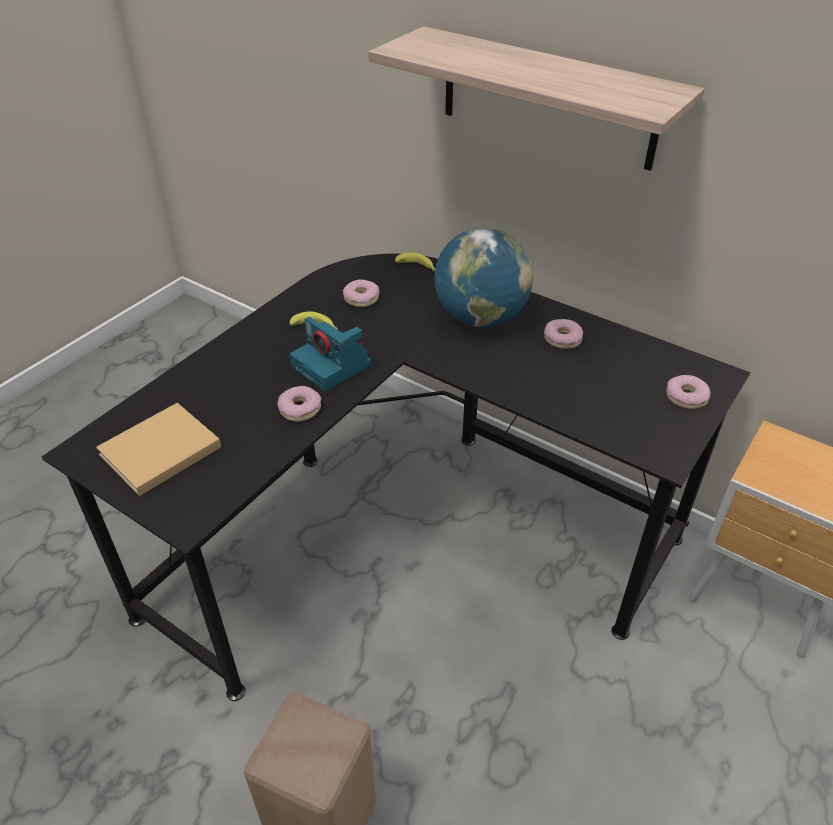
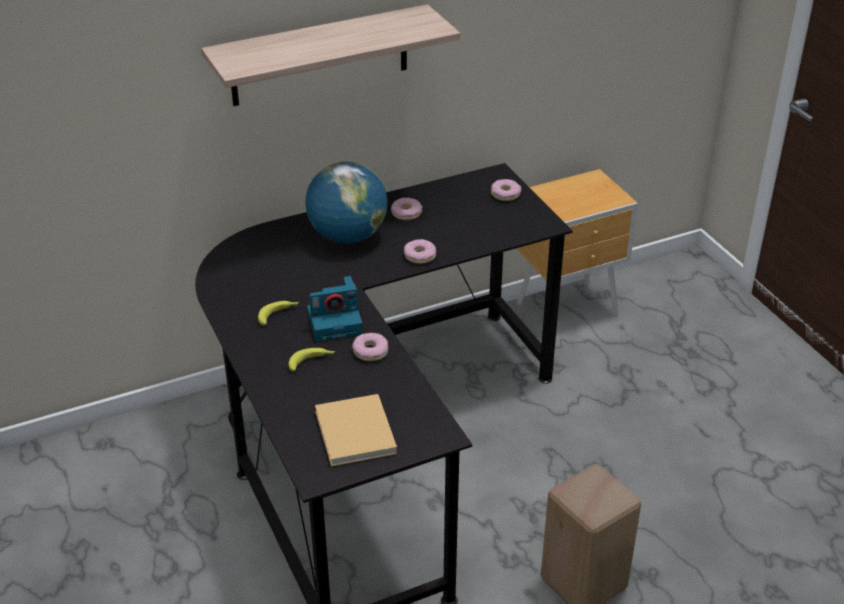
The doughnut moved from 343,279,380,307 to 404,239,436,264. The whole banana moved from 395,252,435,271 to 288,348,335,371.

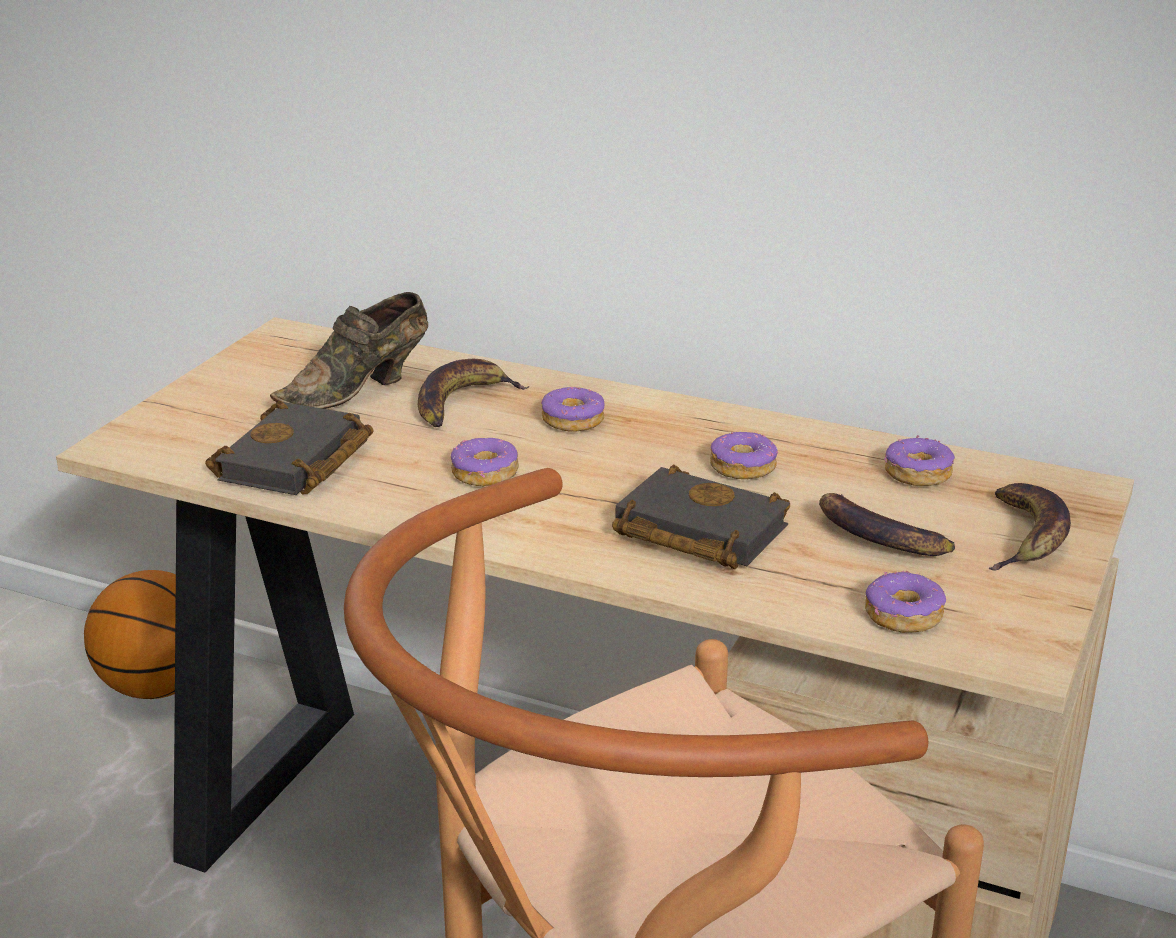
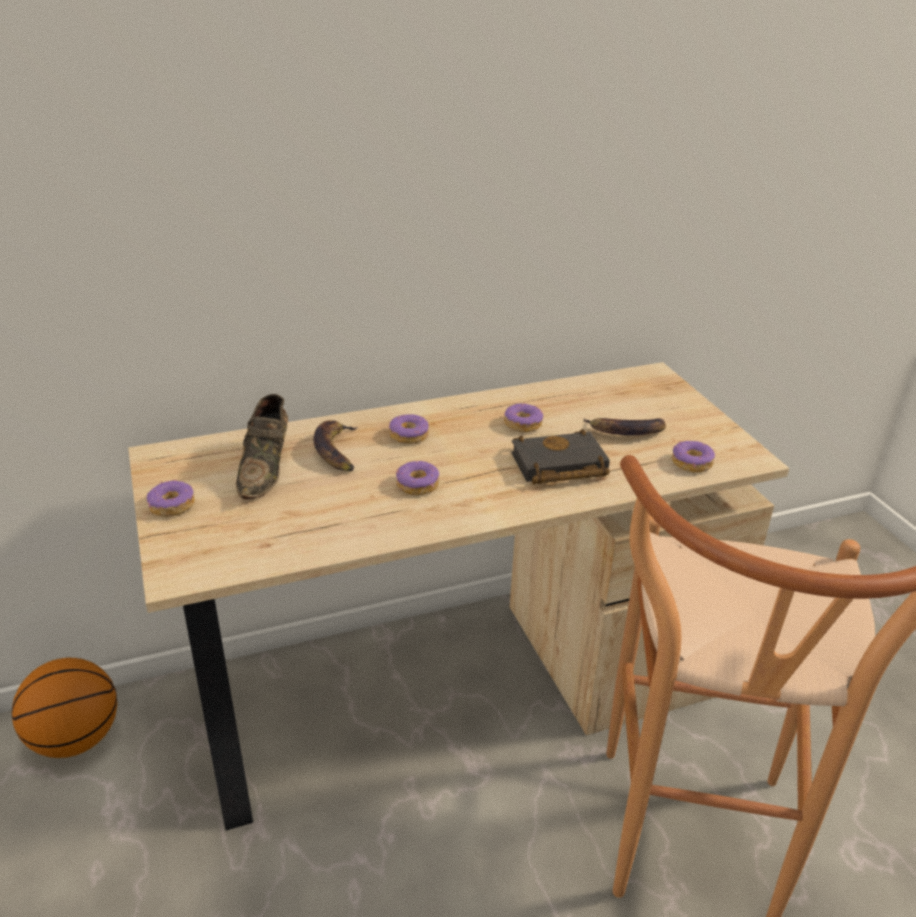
The black bound book at 205,401,374,495 disappeared. The whole banana at 989,483,1071,571 disappeared. The doughnut moved from 884,435,955,486 to 147,480,195,517.

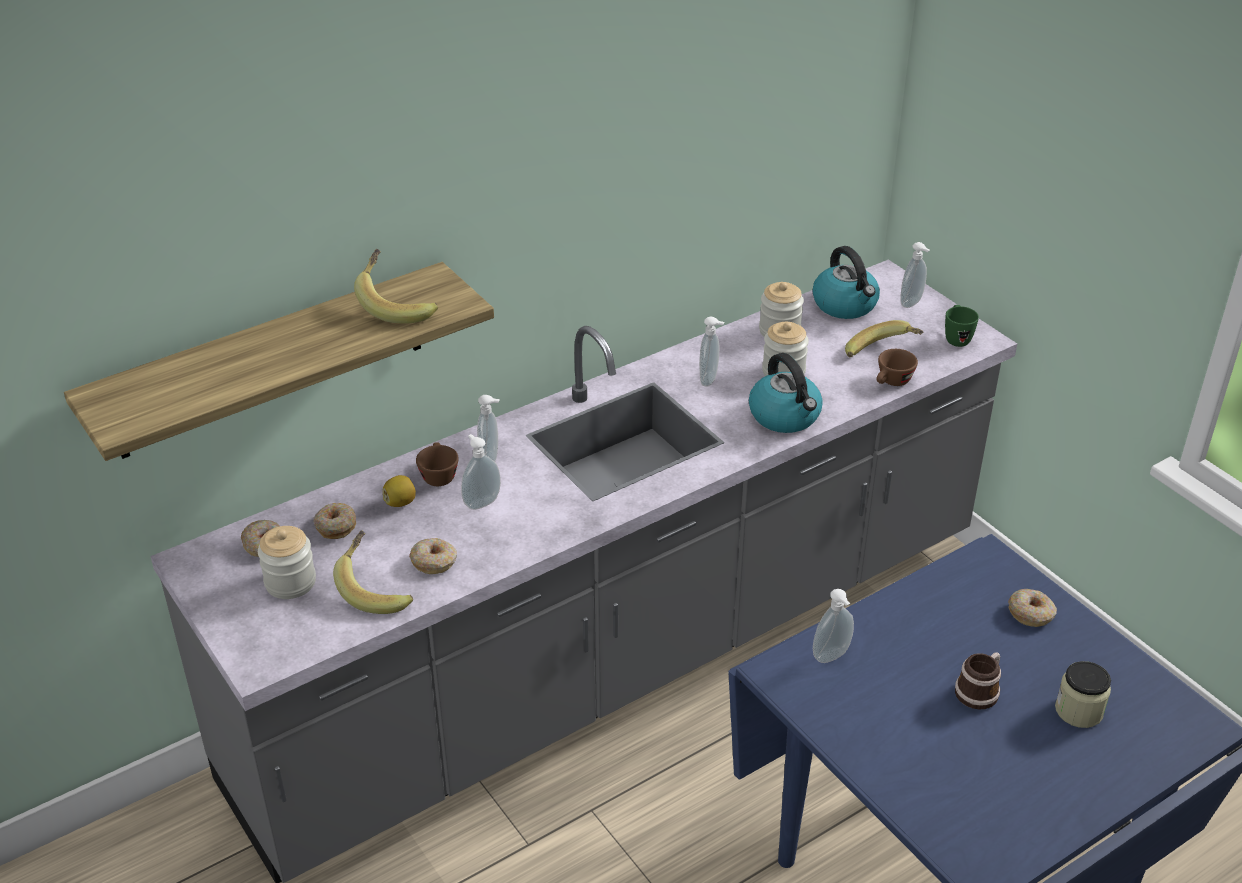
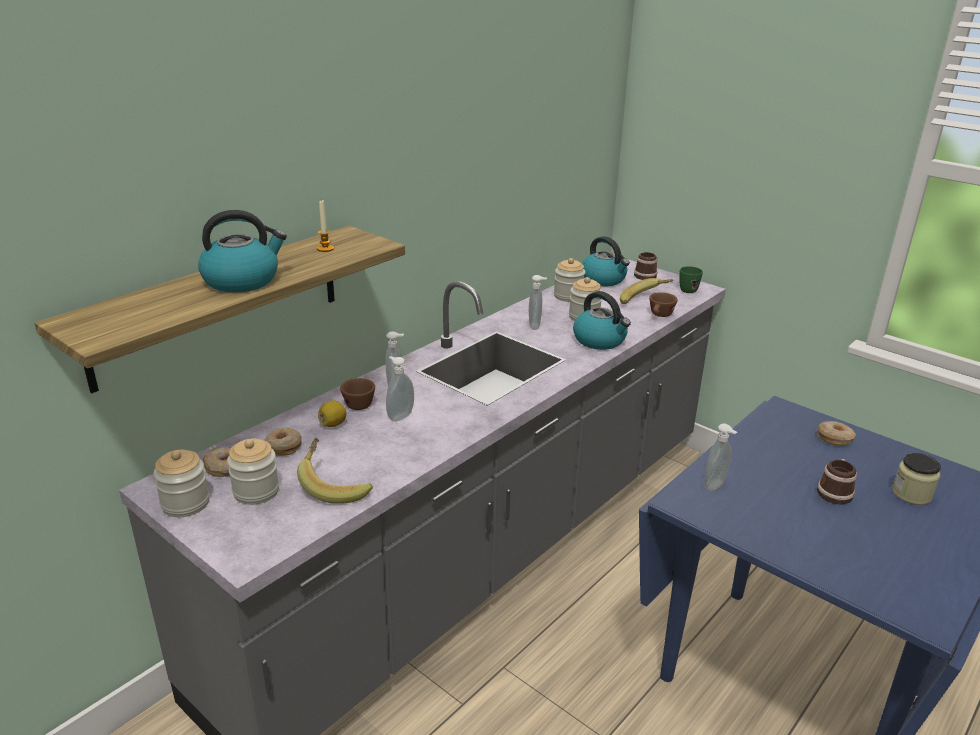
The doughnut at 409,538,457,574 disappeared. The storage jar at 153,450,209,517 appeared. The kettle at 198,210,287,292 appeared. The whole banana at 354,249,438,324 was replaced by the candle at 317,199,334,252. The soap bottle at 900,242,930,308 was replaced by the mug at 634,252,657,280.

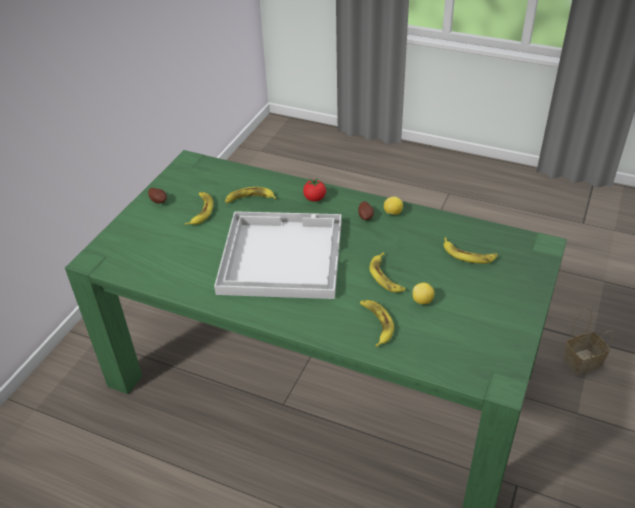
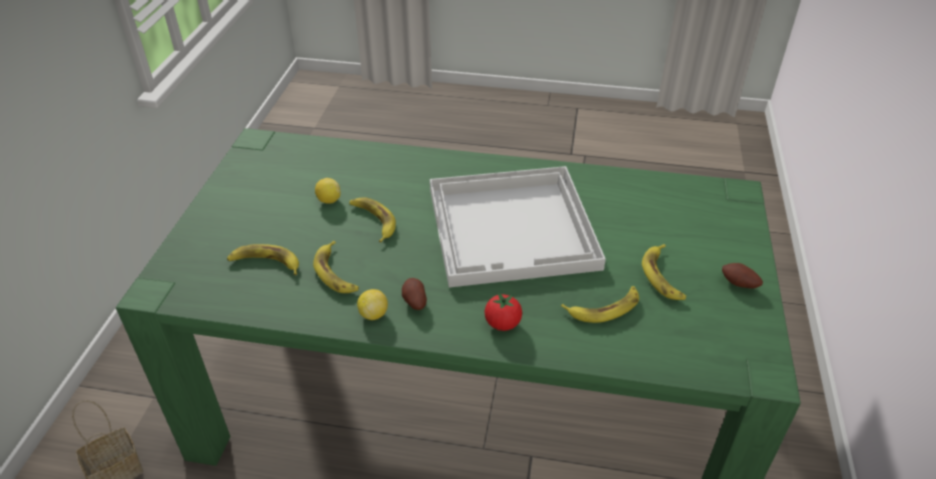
The whole banana moved from 360,300,394,347 to 313,241,359,293.

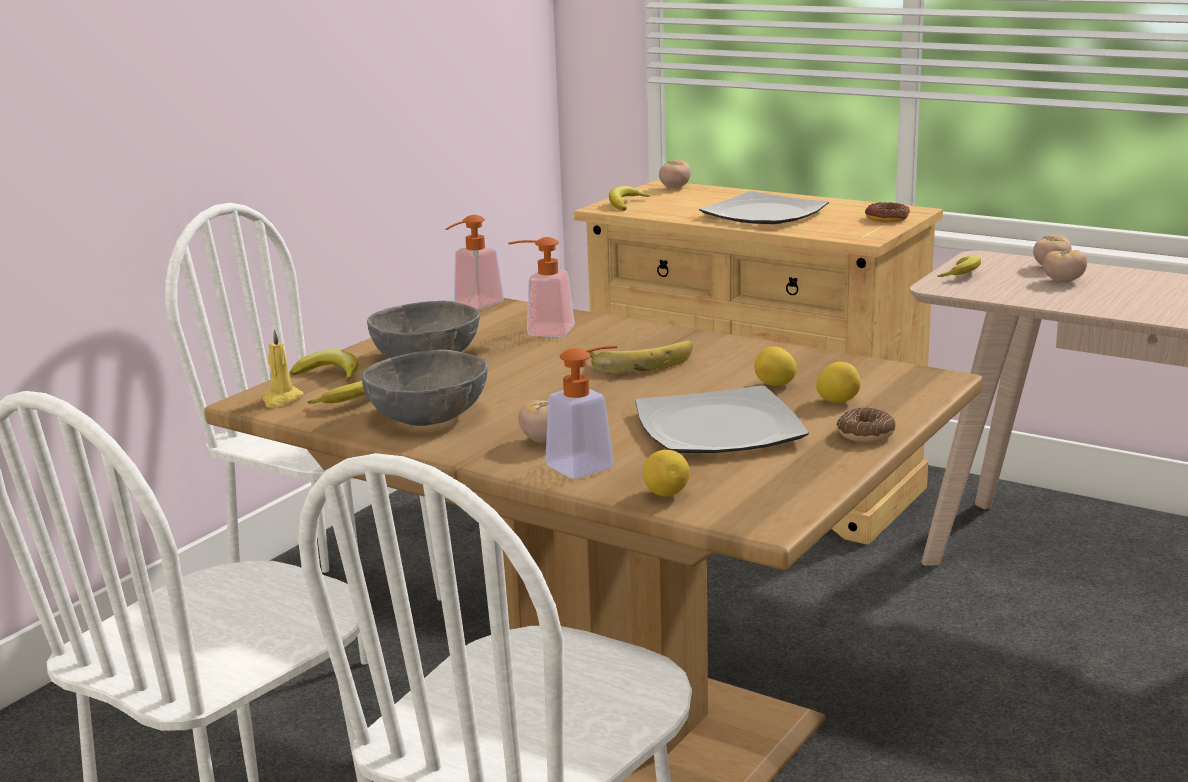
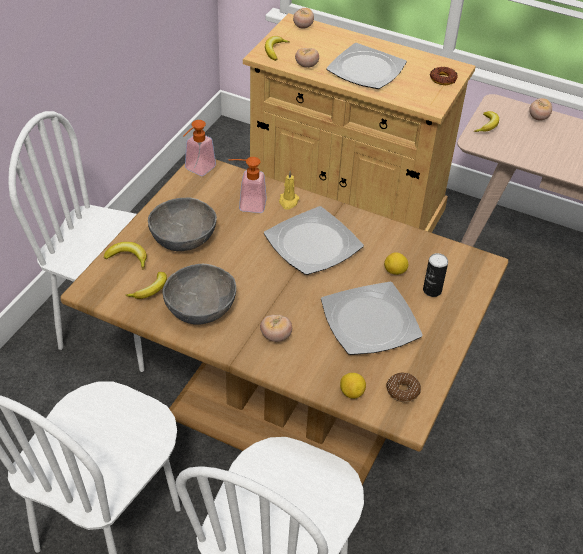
The soap bottle at 545,346,618,479 disappeared. The yellow-coloured candle moved from 262,329,303,408 to 279,171,300,210. The doughnut moved from 837,407,895,443 to 386,373,421,402. The fresh tomato moved from 1043,250,1087,282 to 295,48,319,68. The whole banana at 588,341,693,374 was replaced by the flat dish at 264,206,364,275. The lemon at 816,362,861,403 was replaced by the can at 423,253,448,297.

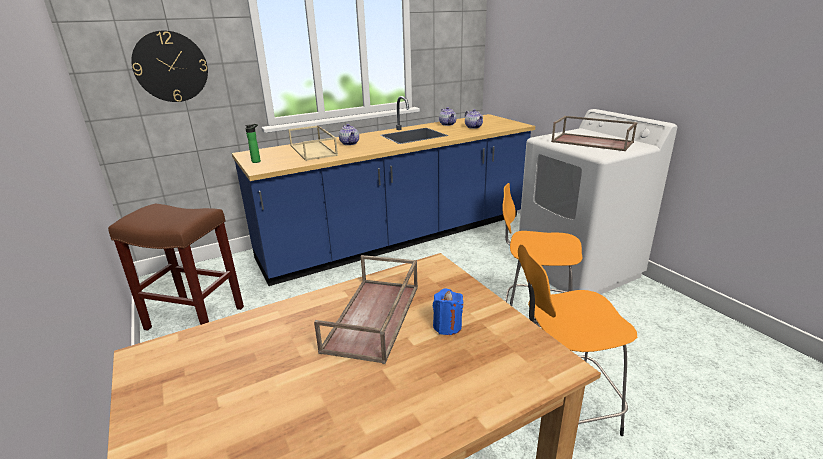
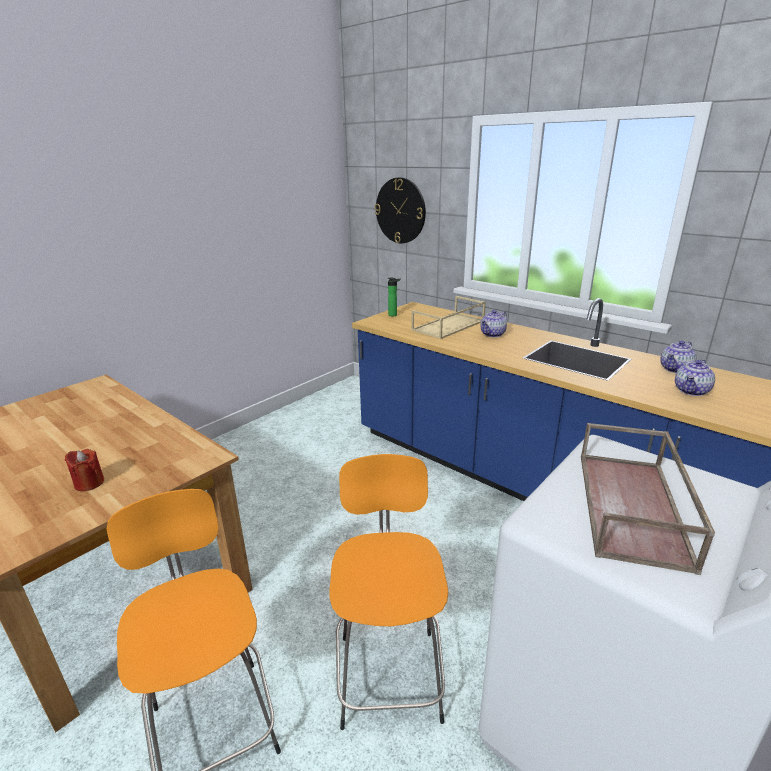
The brown stool at 108,204,244,331 disappeared. The brown carrying tray at 314,255,418,364 disappeared. The blue candle at 433,288,464,335 became the red-coloured candle at 65,449,104,491.

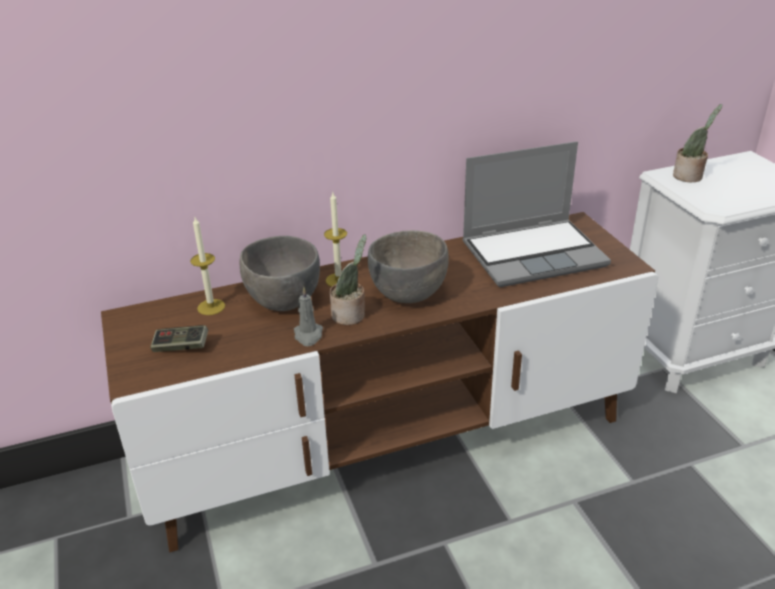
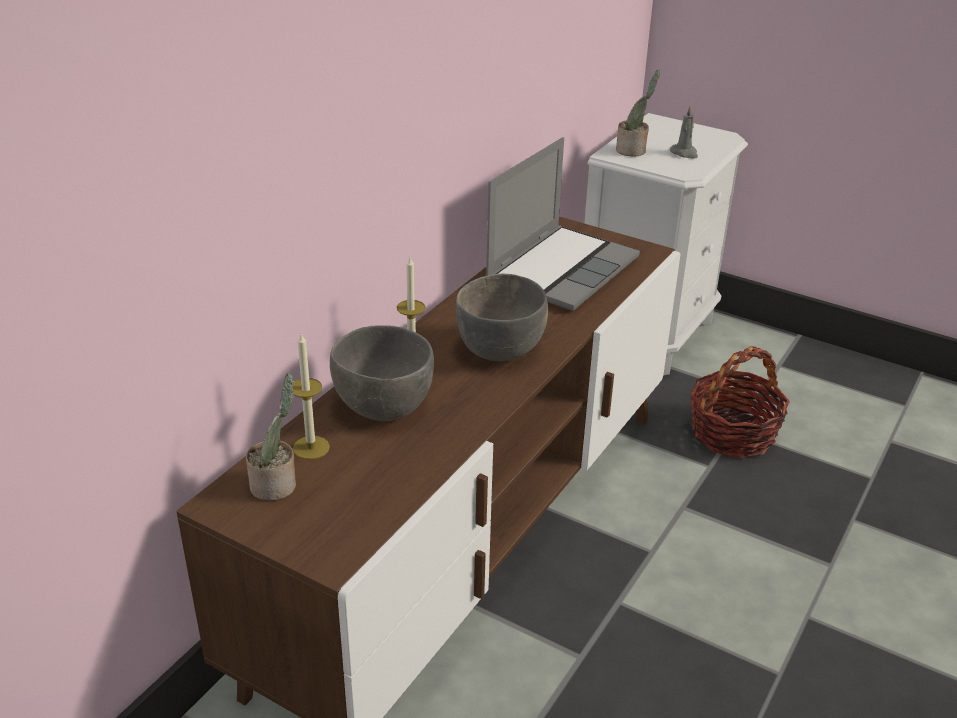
The joypad at 150,325,208,352 disappeared. The household basket at 690,346,790,458 appeared. The grey candle moved from 294,287,323,346 to 670,106,698,159. The potted plant moved from 330,234,367,325 to 246,373,296,501.

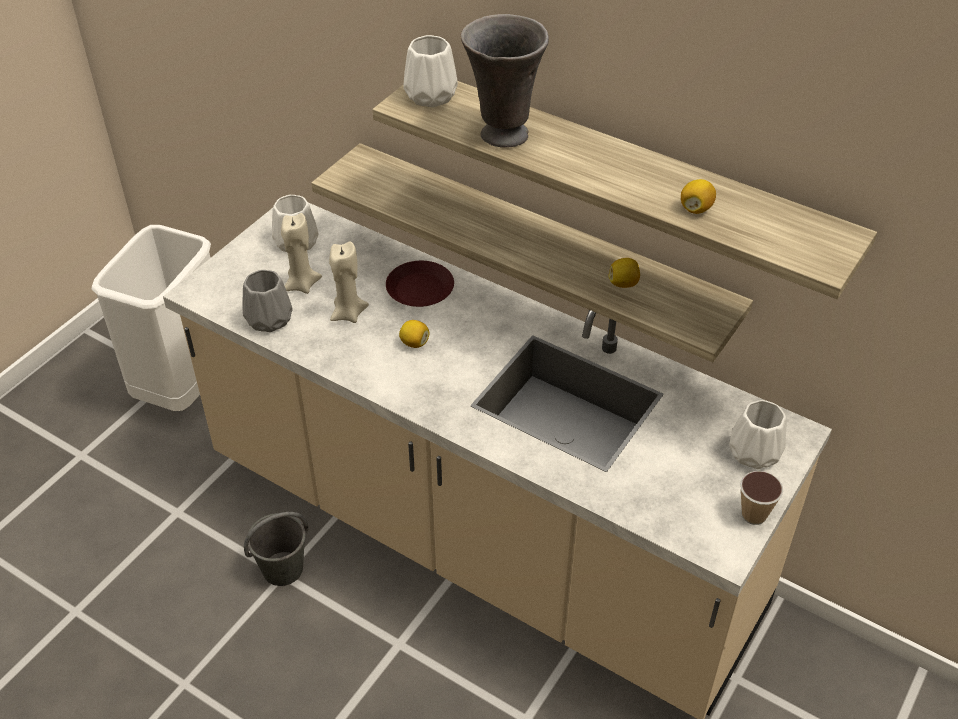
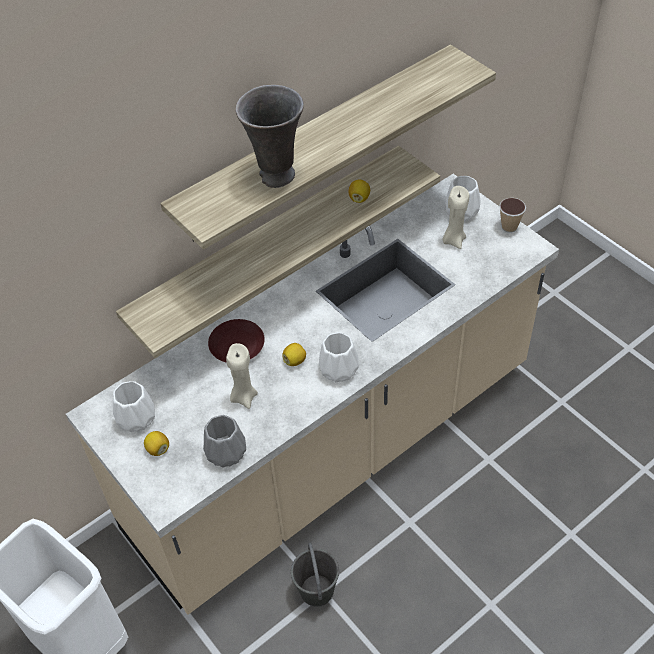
The beige candle moved from 281,213,322,294 to 442,186,469,249. The whitish vase moved from 403,35,458,107 to 319,332,359,382. The lemon moved from 681,179,716,214 to 144,431,169,456.

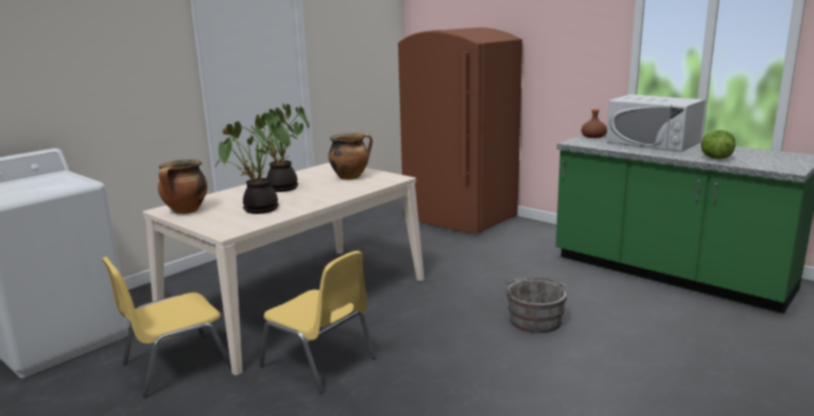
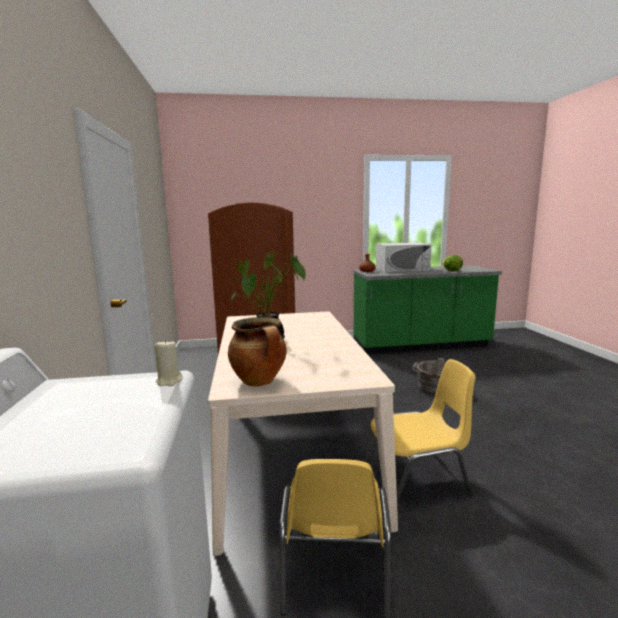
The potted plant at 215,114,294,214 disappeared. The saucepot at 329,133,373,180 disappeared. The beige candle at 154,339,183,386 appeared.

